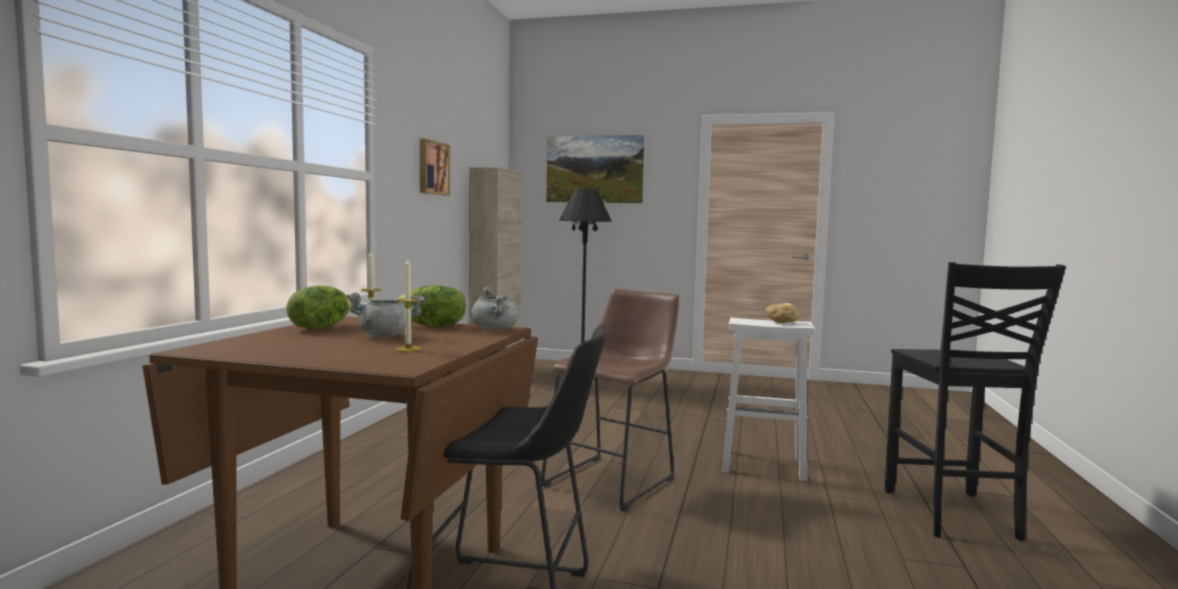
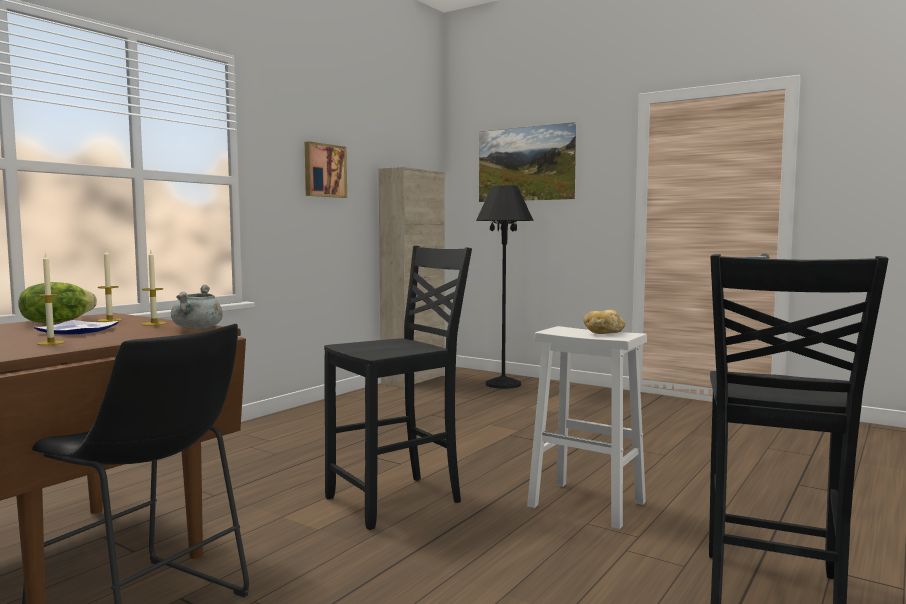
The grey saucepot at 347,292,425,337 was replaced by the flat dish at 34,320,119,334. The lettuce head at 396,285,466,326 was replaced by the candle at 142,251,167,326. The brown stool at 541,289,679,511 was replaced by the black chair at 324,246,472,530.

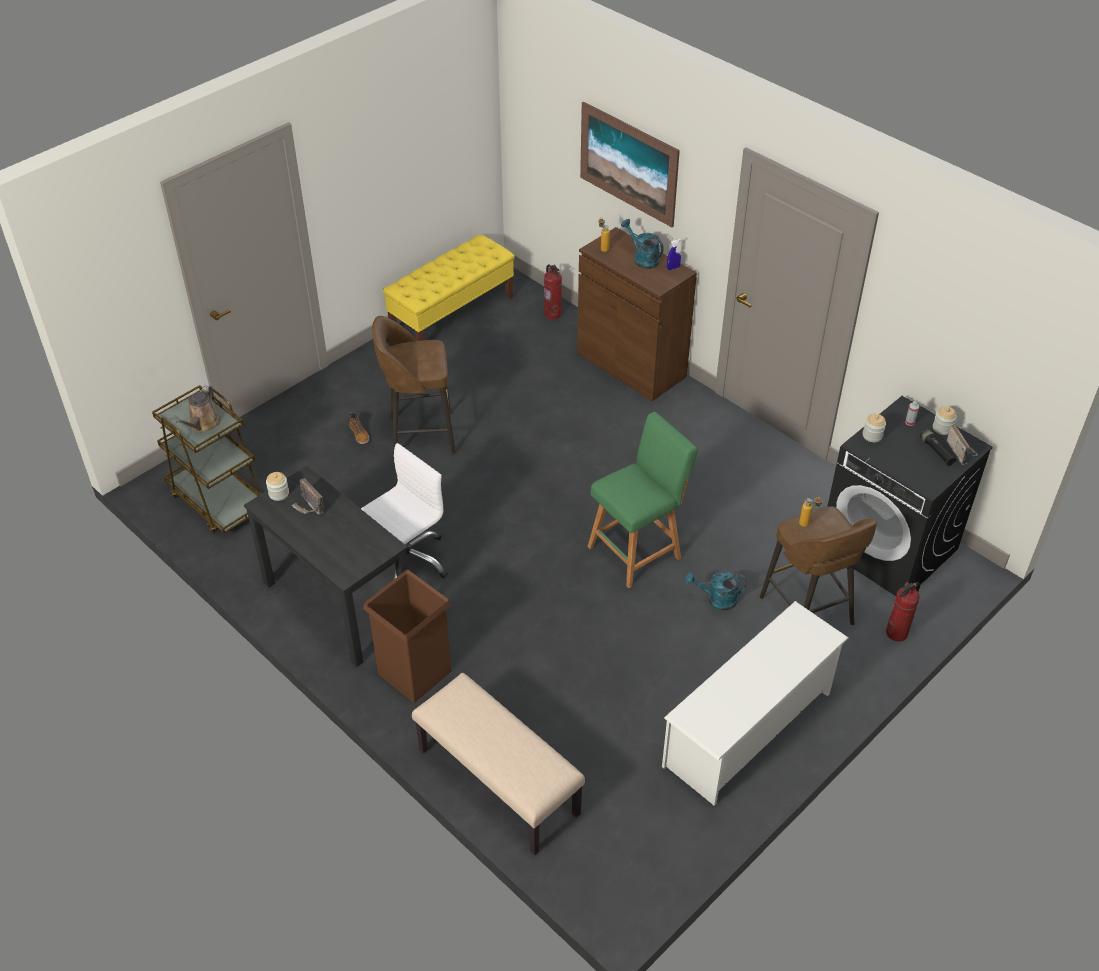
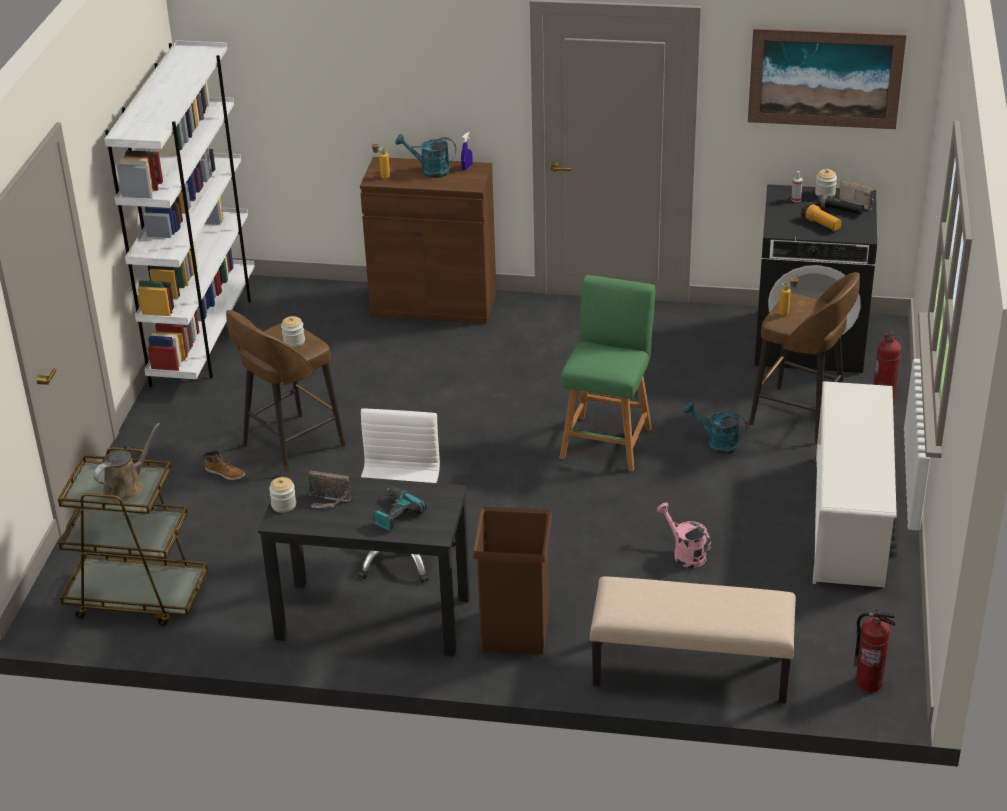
The power drill at 374,487,427,531 appeared. The pinkish sprinkling can at 657,503,711,568 appeared. The hand torch at 801,203,842,231 appeared. The fire extinguisher moved from 544,264,562,320 to 854,609,896,692. The picture moved from 580,101,680,227 to 748,28,906,129. The storage jar moved from 863,414,886,442 to 281,316,305,348. The yellow-coloured indoor bench at 383,234,515,341 was replaced by the whitish bookshelf at 104,40,255,387. The brown sprinkling can at 176,385,221,432 turned 120 degrees counterclockwise. The blue-green sprinkling can at 685,572,747,611 turned 60 degrees clockwise.

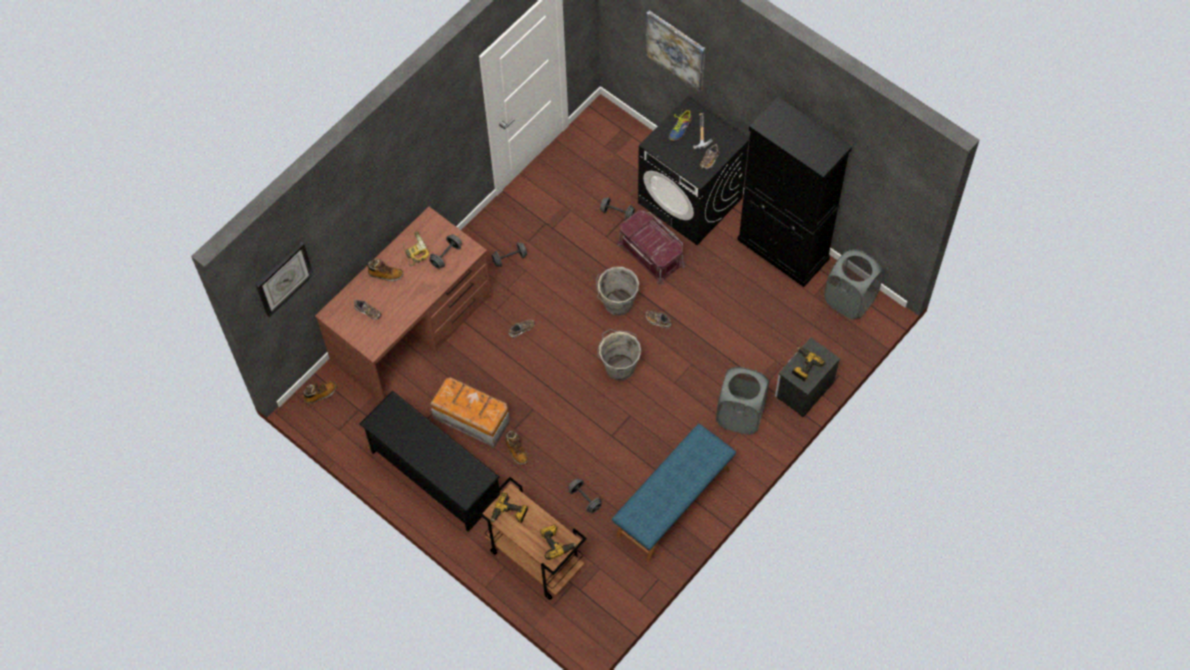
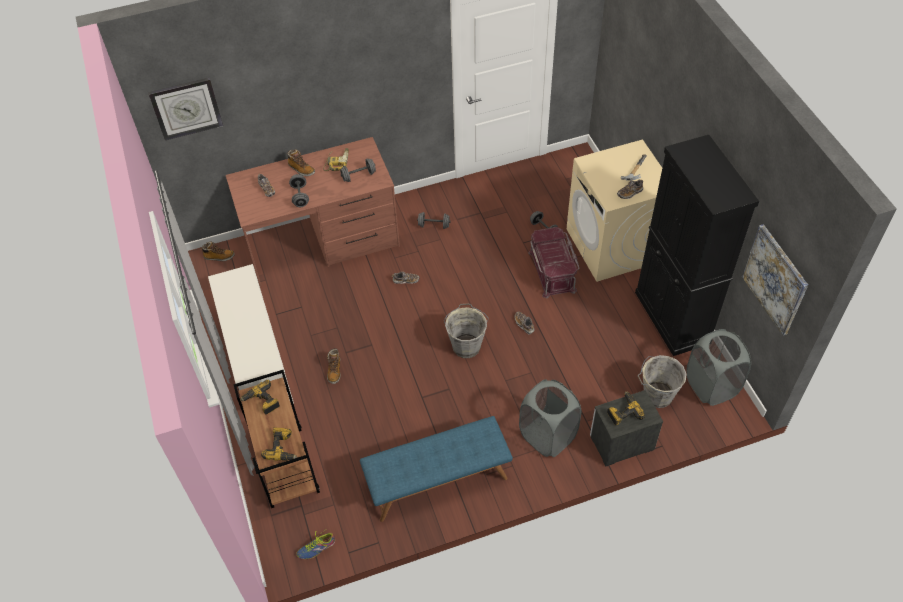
The storage box at 430,377,510,448 disappeared. The grey hand weight moved from 568,479,602,513 to 289,174,309,207. The grey water bucket moved from 596,267,639,316 to 638,355,686,408. The picture moved from 646,10,705,92 to 742,224,808,336. The low shoe moved from 669,110,692,141 to 296,531,335,559. The black shoe stand at 360,391,500,532 became the whitish shoe stand at 208,264,294,404. The black laundry appliance at 638,96,750,245 became the beige laundry appliance at 566,139,662,282.

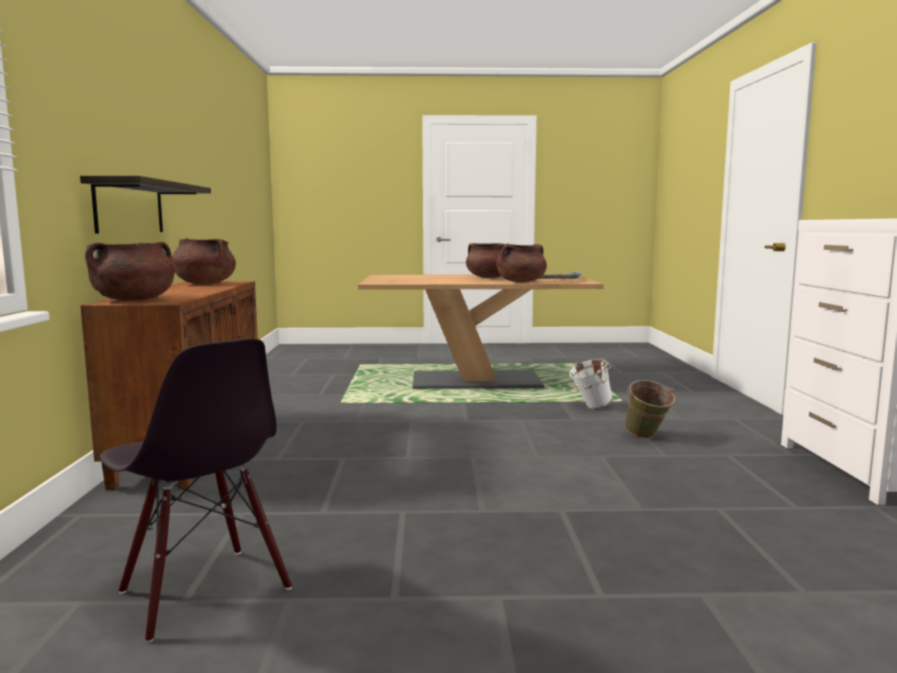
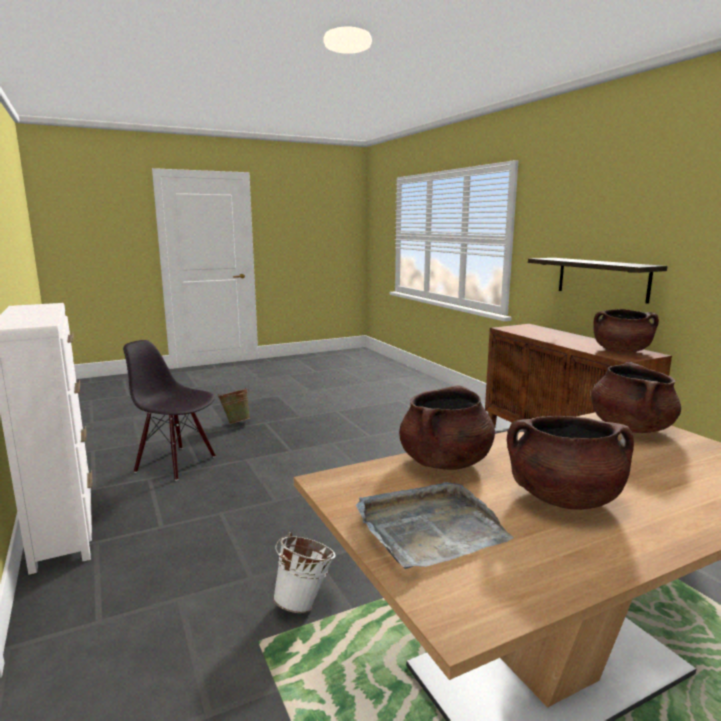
The brown saucepot moved from 85,242,175,301 to 591,362,681,433. The black chair moved from 100,338,292,643 to 123,340,216,481. The green water bucket moved from 625,380,675,438 to 218,388,250,424.

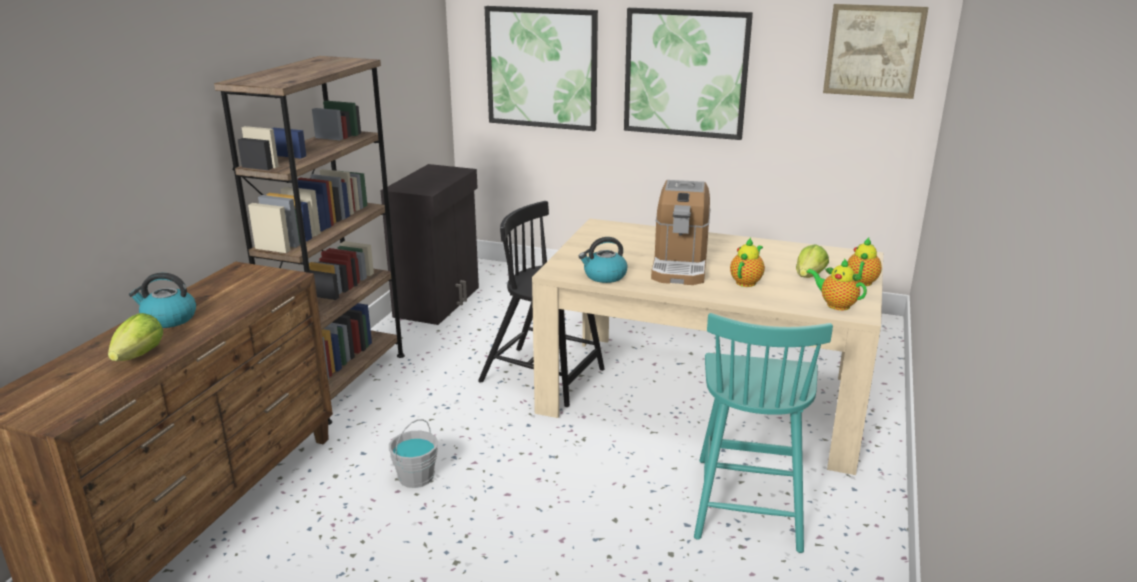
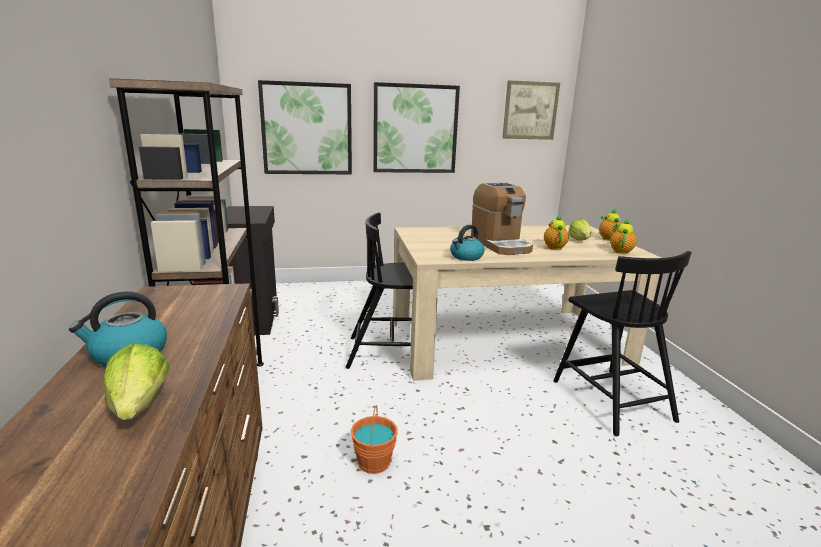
The grey water bucket at 389,419,438,488 became the orange-coloured water bucket at 351,405,398,474. The blue-green chair at 694,313,833,553 became the black chair at 553,251,691,436. The tea pot at 806,258,867,310 turned 105 degrees clockwise.

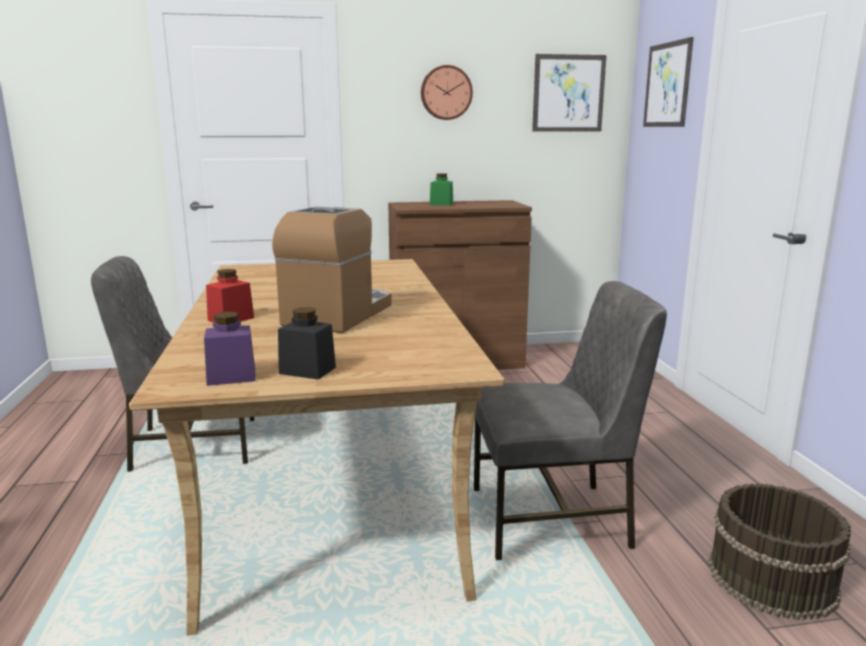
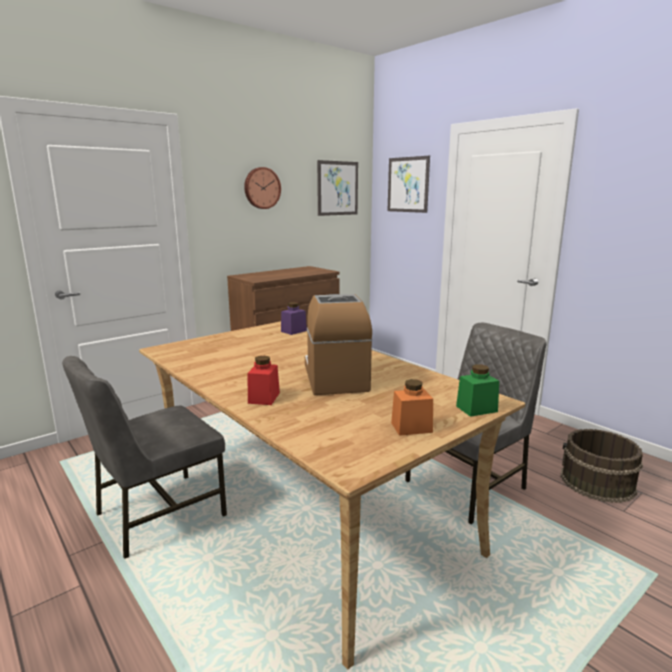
The purple-coloured storage jar moved from 204,312,256,386 to 281,302,307,335. The green storage jar moved from 430,173,453,206 to 456,364,499,417. The black storage jar at 278,307,336,380 became the orange-coloured storage jar at 391,379,433,436.

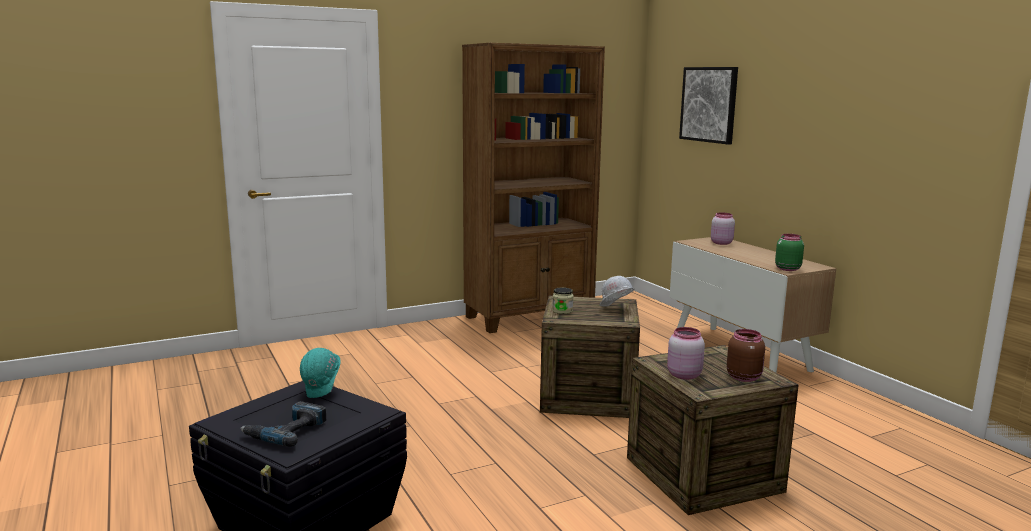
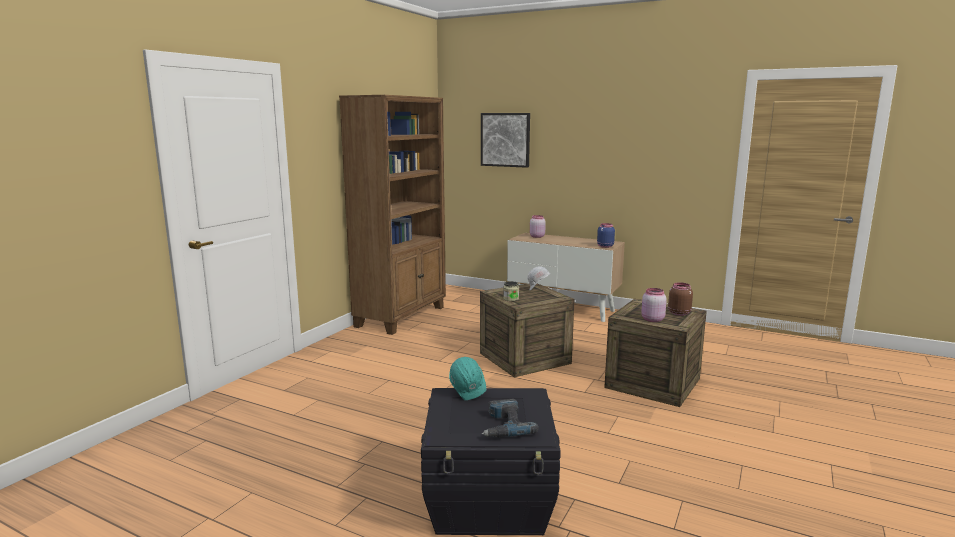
The green storage jar at 775,234,804,271 became the blue storage jar at 597,223,615,248.

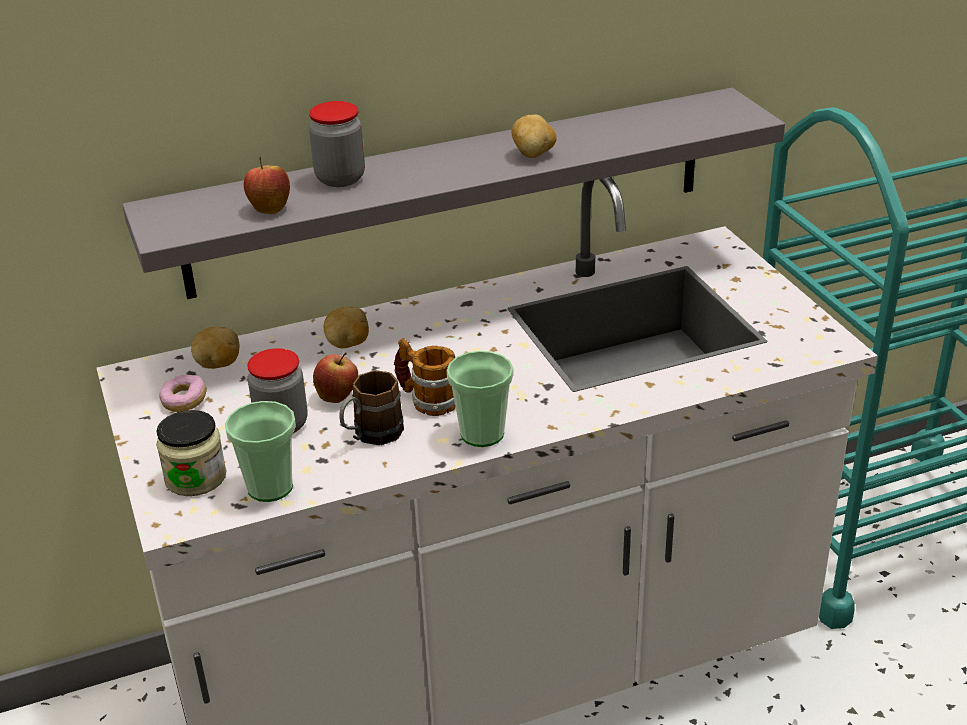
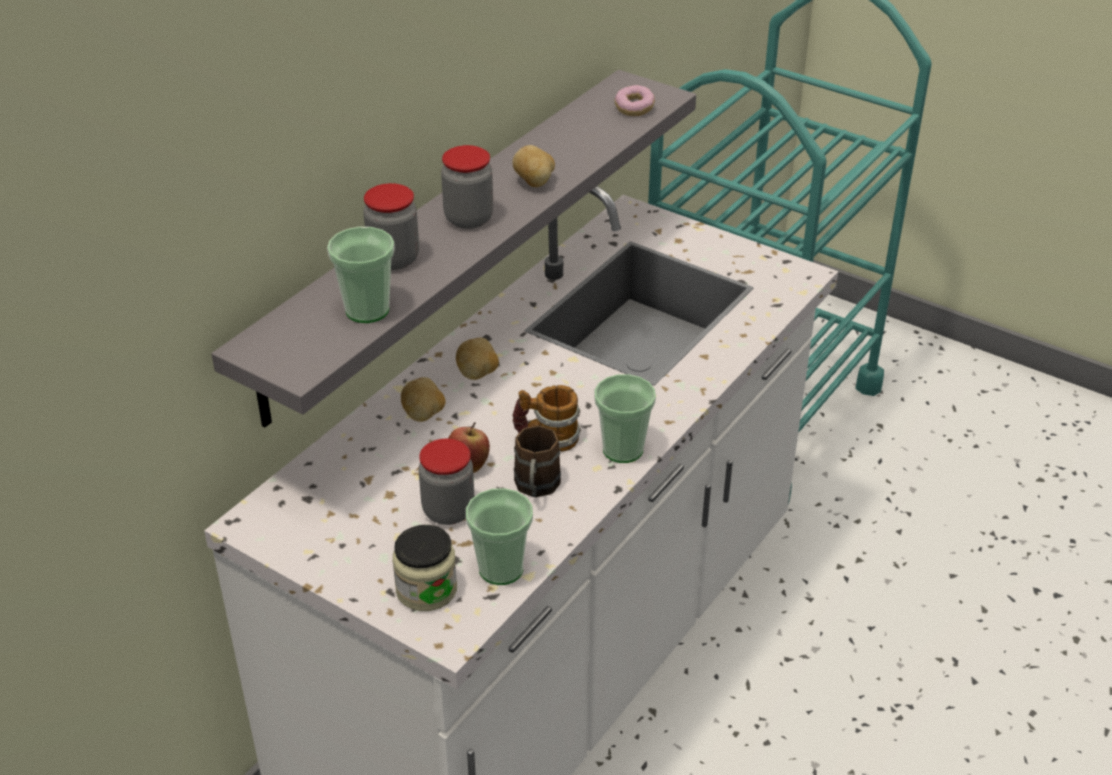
The storage jar at 441,145,493,229 appeared. The doughnut moved from 159,375,207,412 to 615,85,655,116. The whole potato moved from 191,326,239,369 to 456,338,499,380. The apple fruit at 244,157,290,214 was replaced by the small cup at 327,227,395,323.

